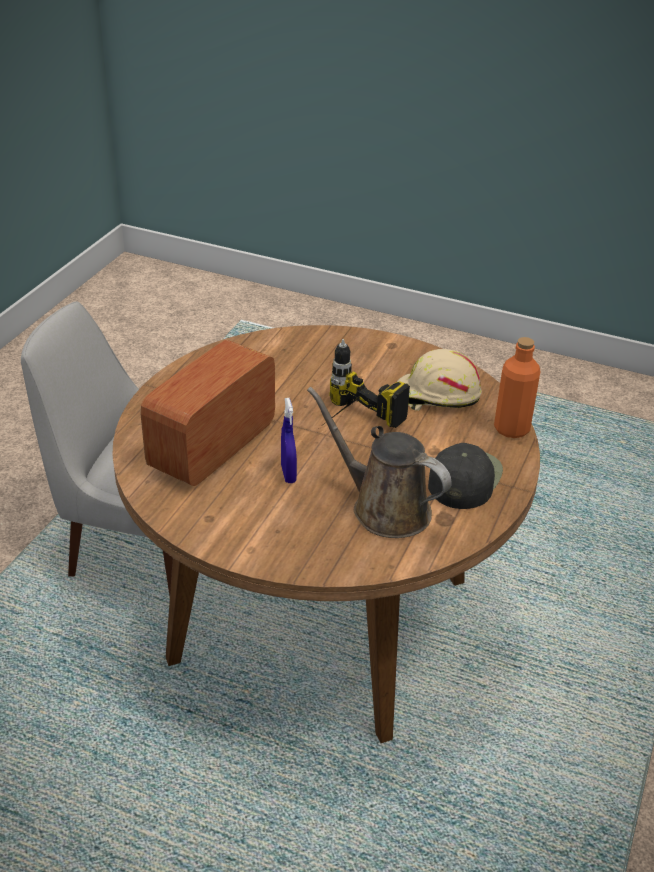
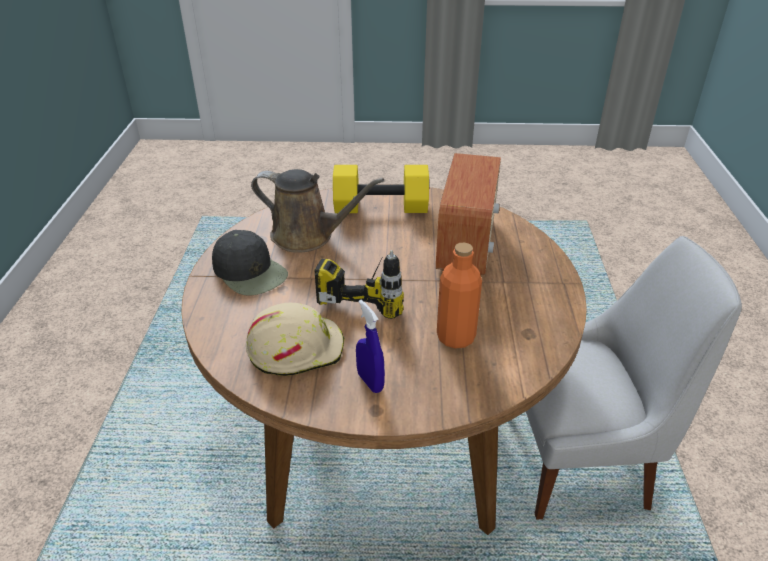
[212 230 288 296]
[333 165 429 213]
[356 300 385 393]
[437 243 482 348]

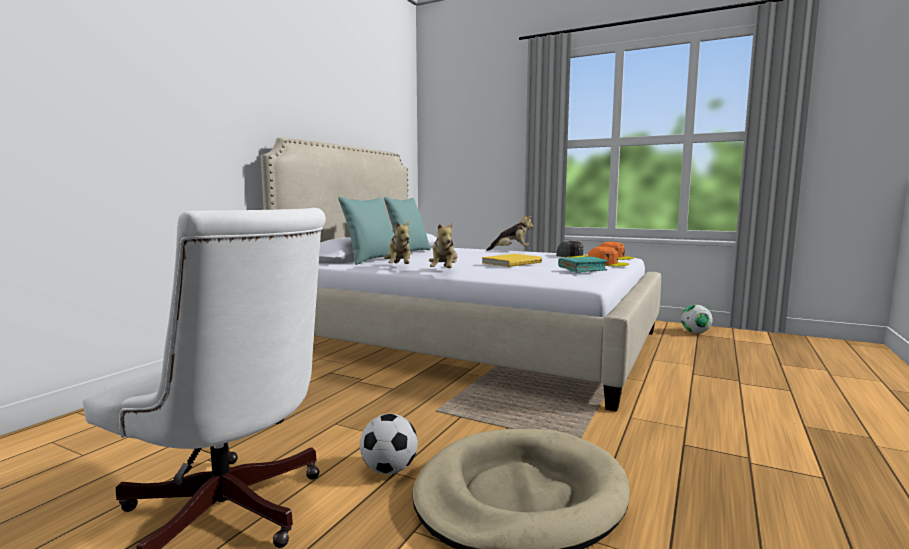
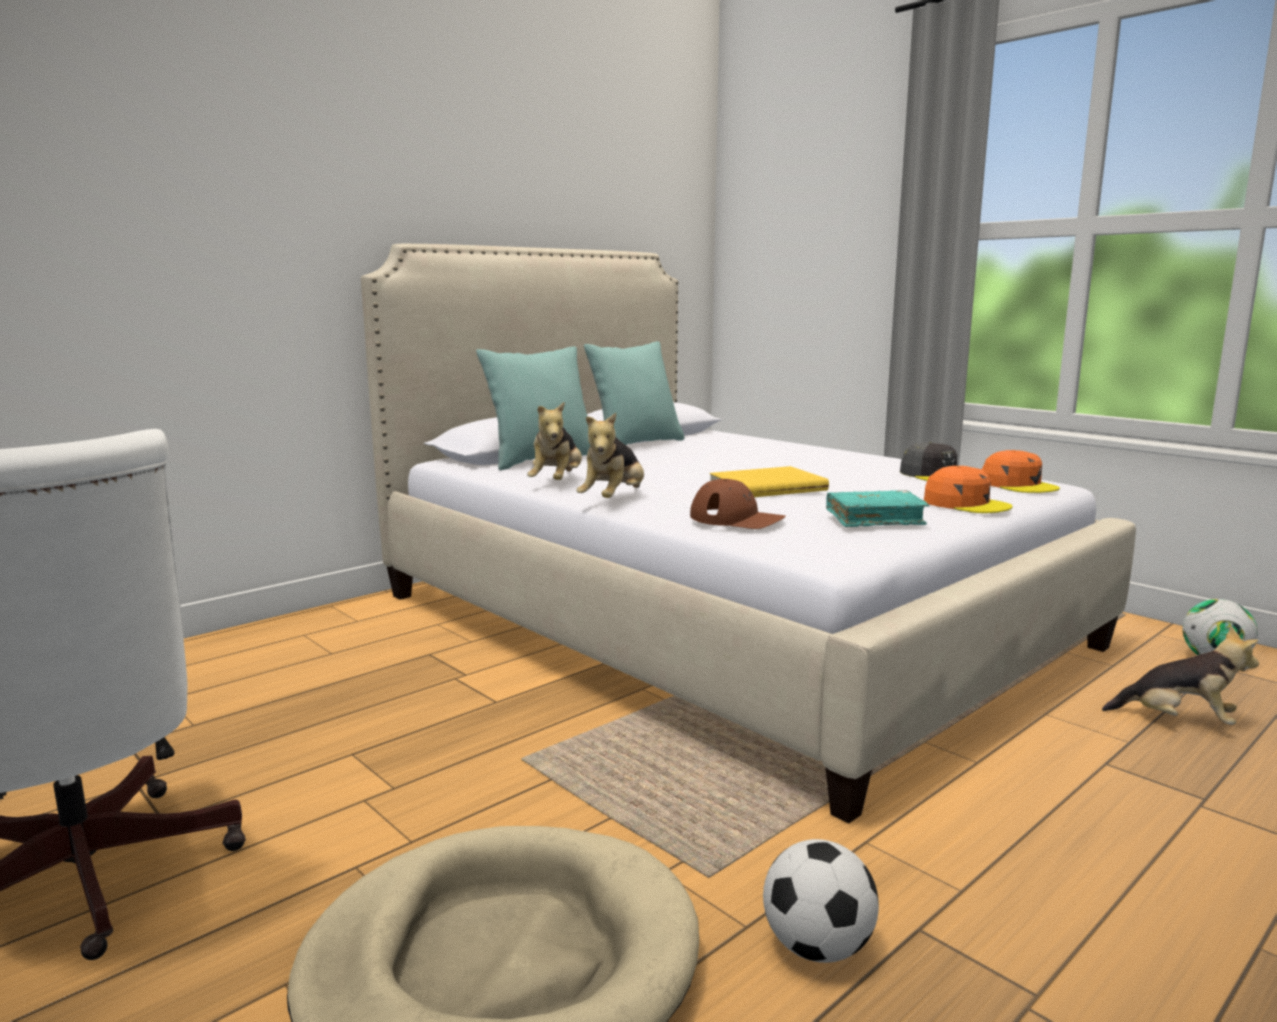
[690 479 786 529]
[763 839 879 963]
[1102 626 1259 725]

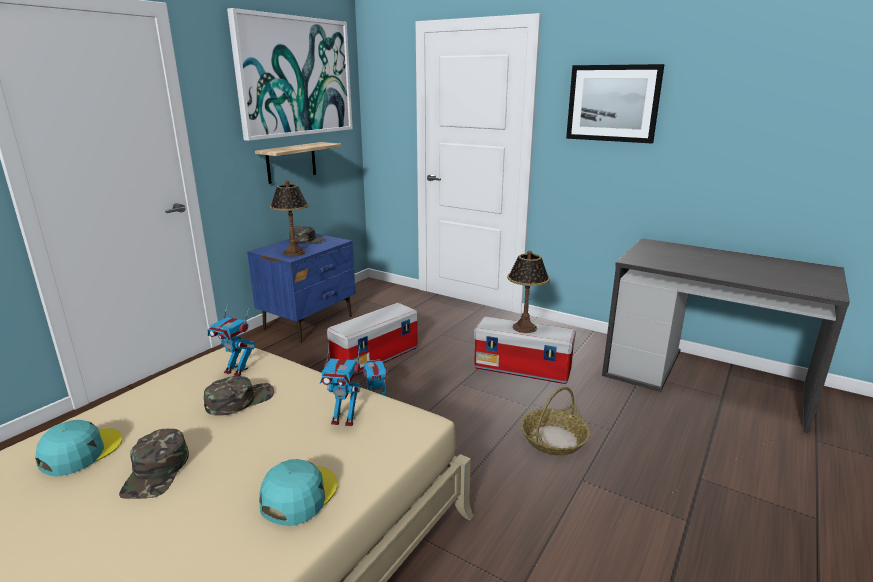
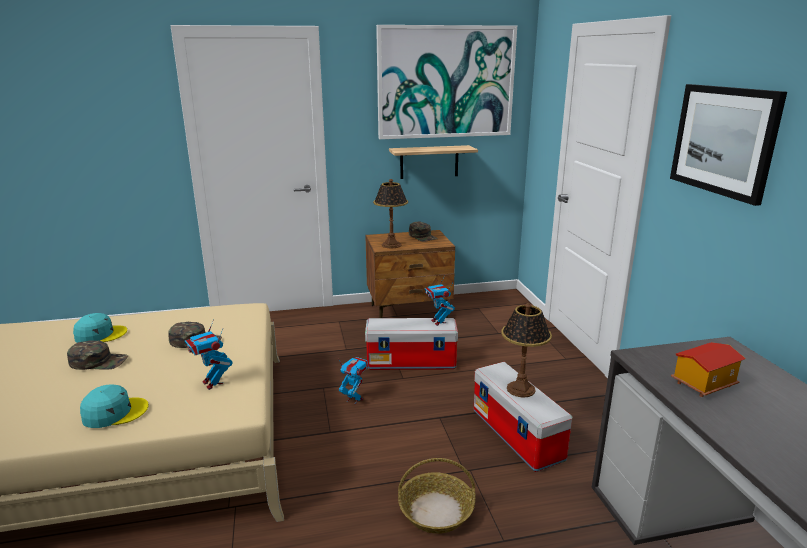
[67 340 128 370]
[365 230 455 318]
[425 277 455 326]
[671 342 746 397]

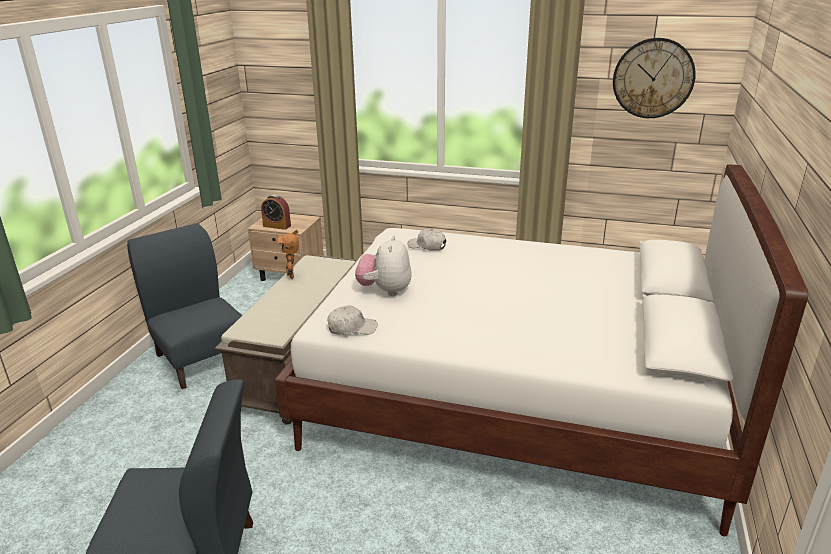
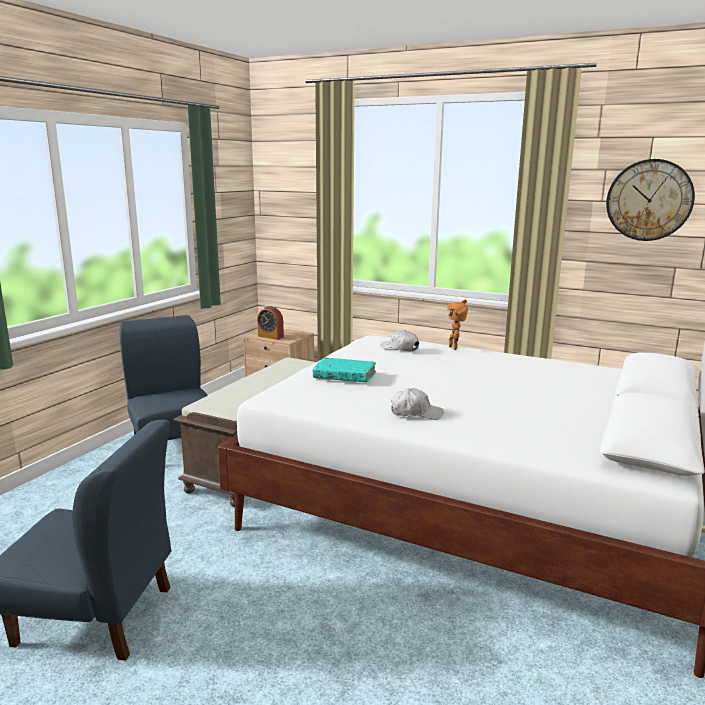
[313 358 376 382]
[391 388 444 420]
[447 299 468 350]

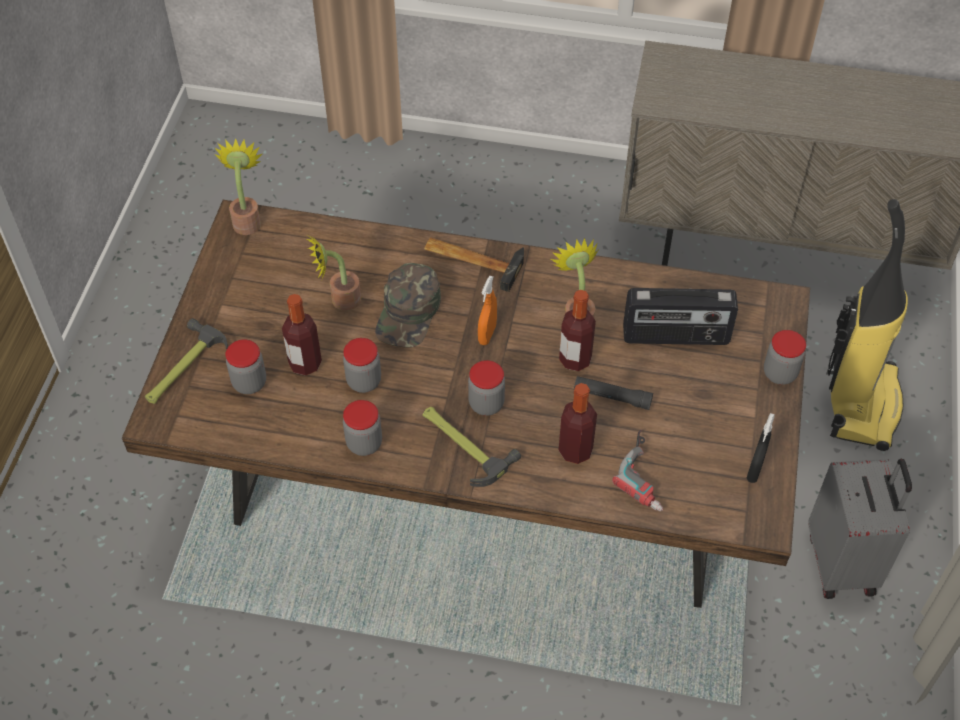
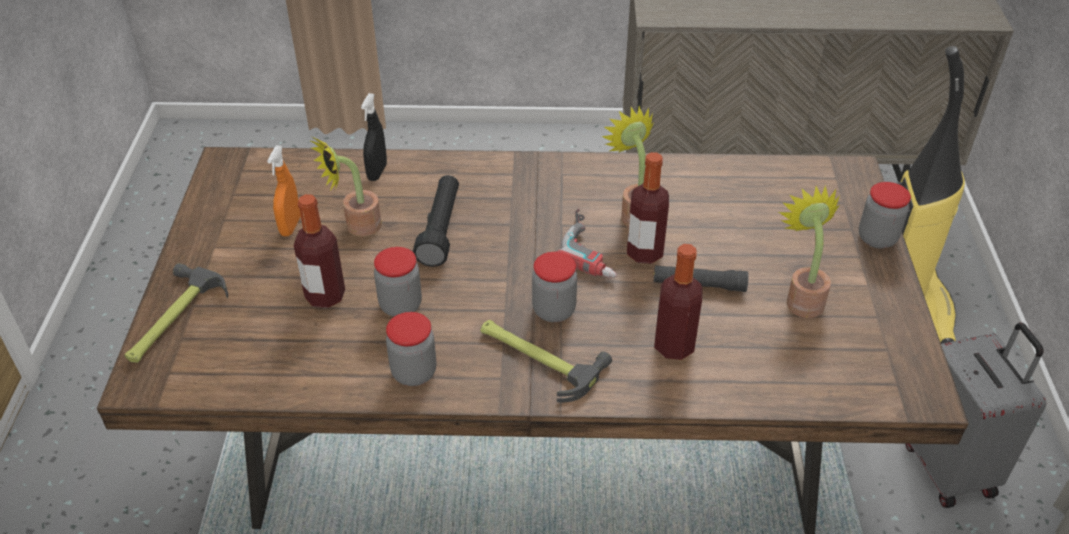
[267 145 301 237]
[361 93 387 181]
[413 175 459 267]
[557 209 617 278]
[779 185 840 318]
[226 339 266 394] (first image)
[424 237 524 292] (first image)
[623 288 738 345] (first image)

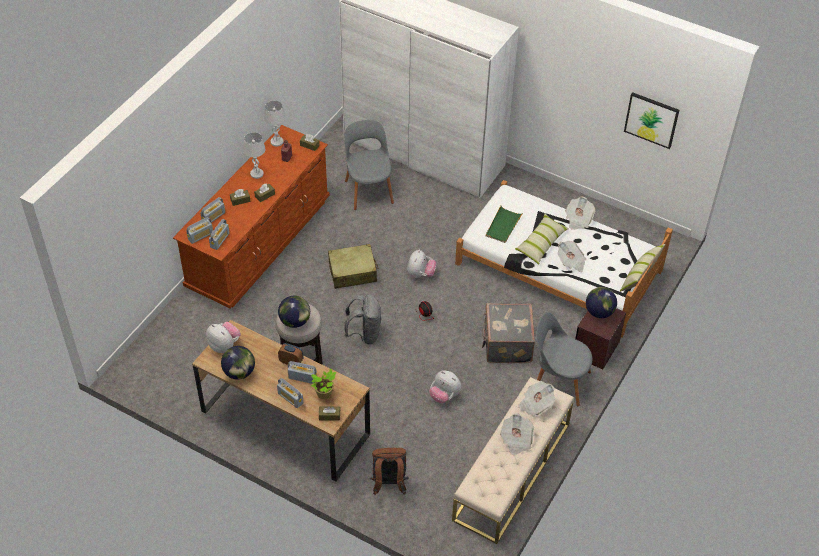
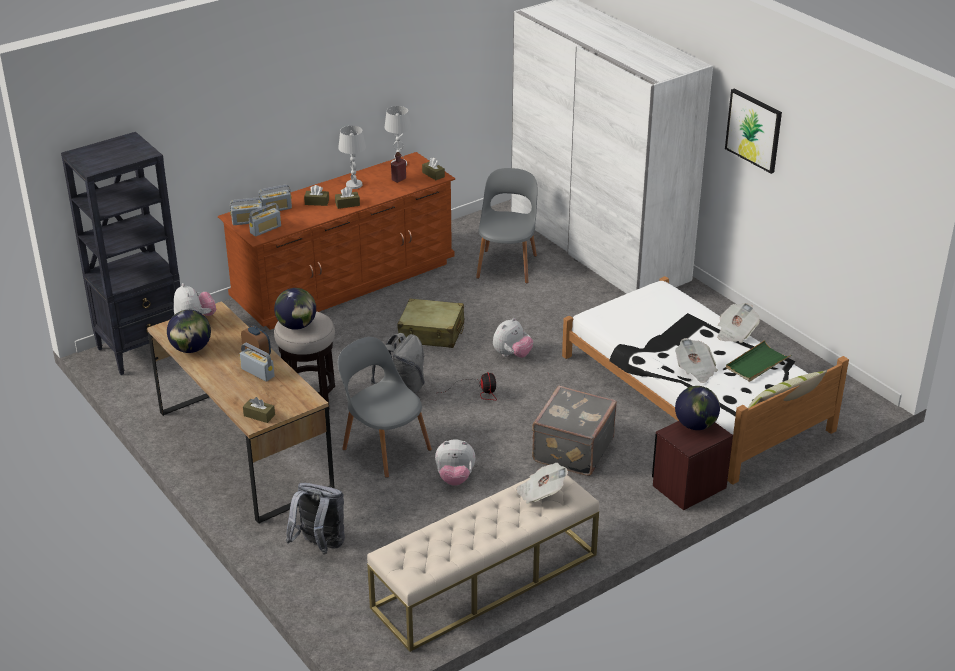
[61 132 180 375]
[286 483 345 555]
[338 337 432 478]
[435 439 476 486]
[725 89 782 174]
[726 340 791 382]
[277 378 303 408] (first image)
[311 368 337 399] (first image)
[500 414 534 455] (first image)
[515 214 569 264] (first image)

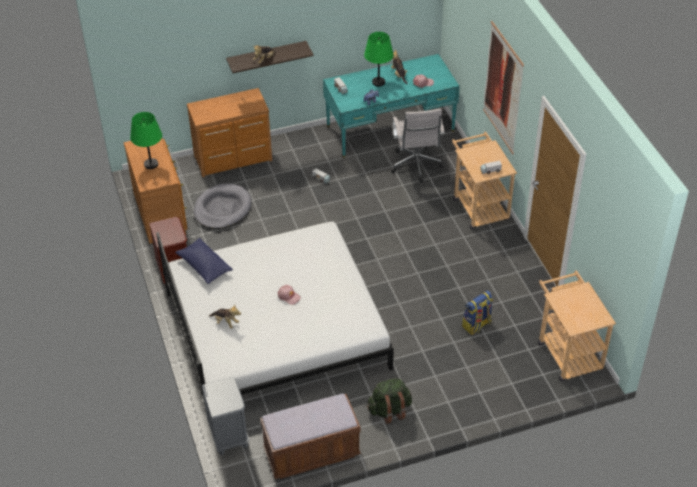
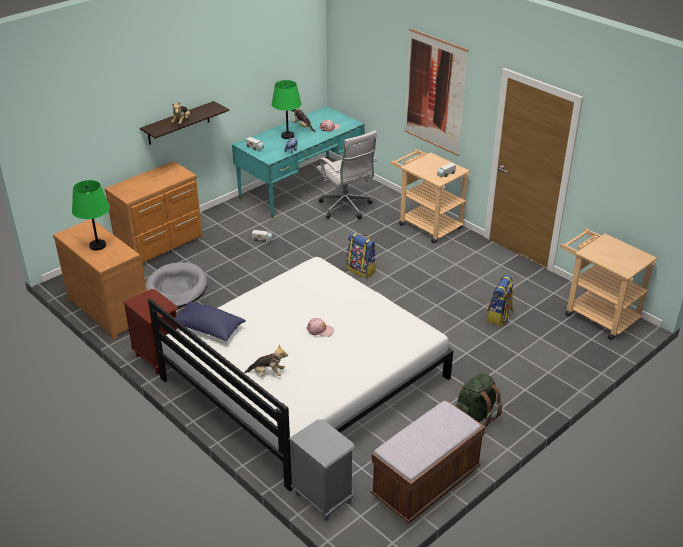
[346 232 376 278]

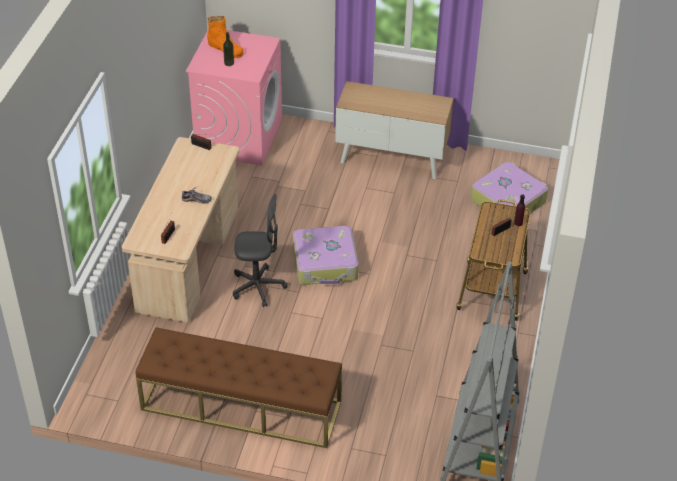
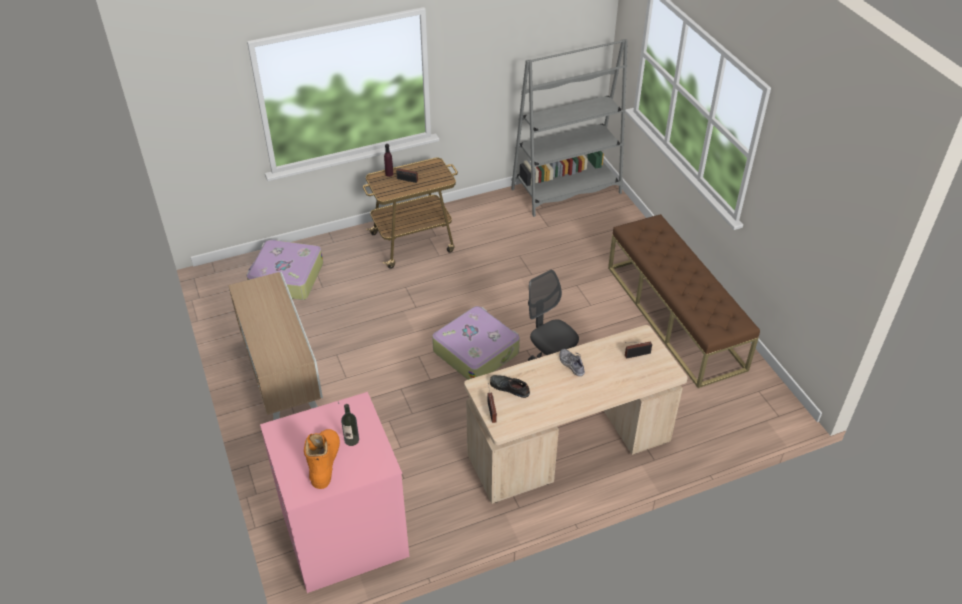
[490 375 530 398]

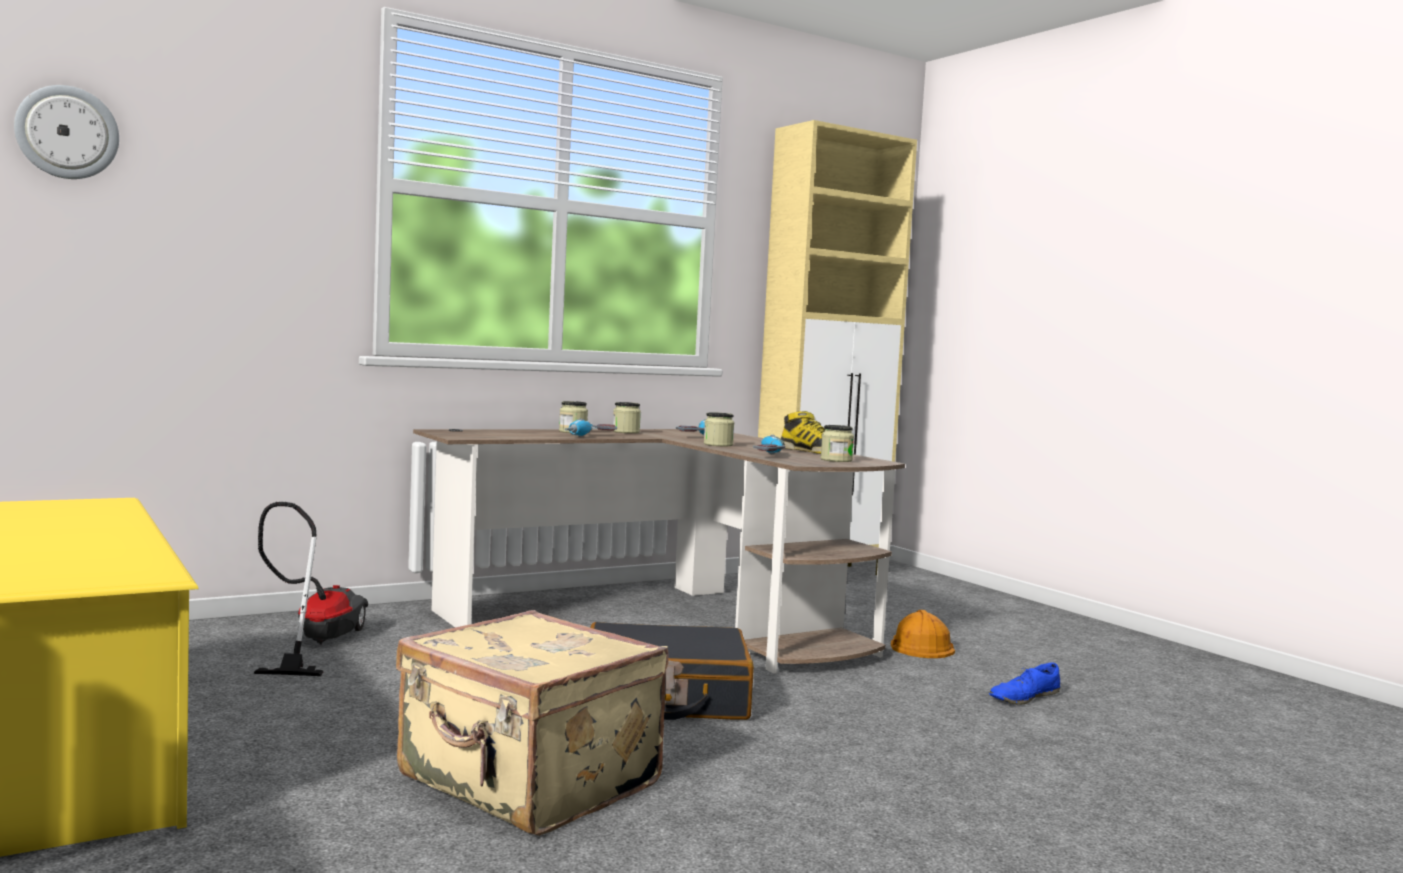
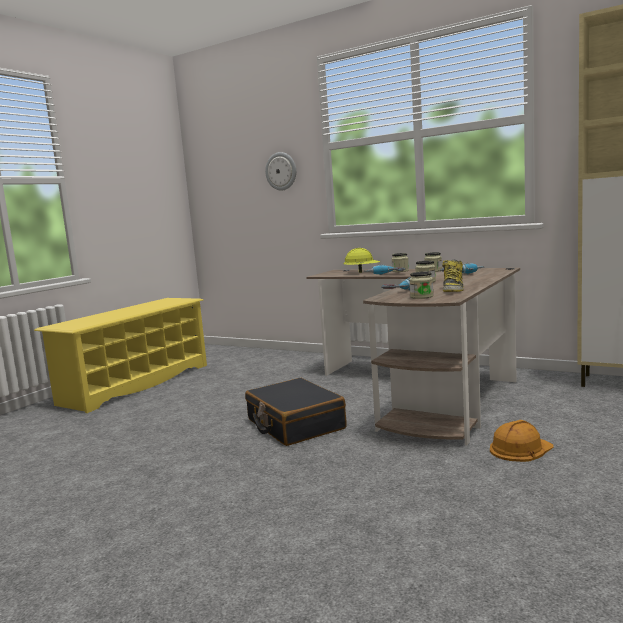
[265 152 296 191]
[343 248 380 273]
[253 502 368 676] (first image)
[396 610 669 836] (first image)
[989 662 1060 705] (first image)

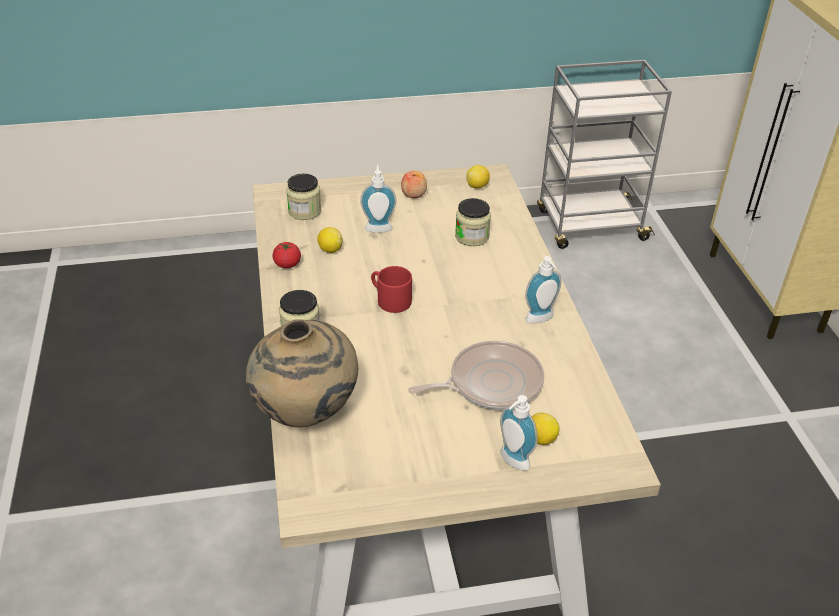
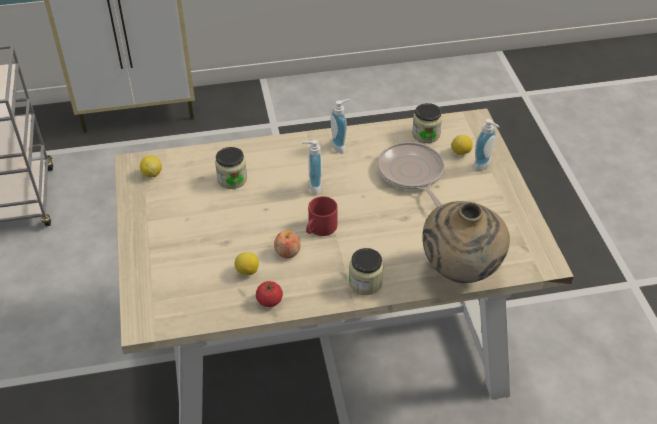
[274 231 301 258]
[302 140 322 195]
[412 103 442 143]

